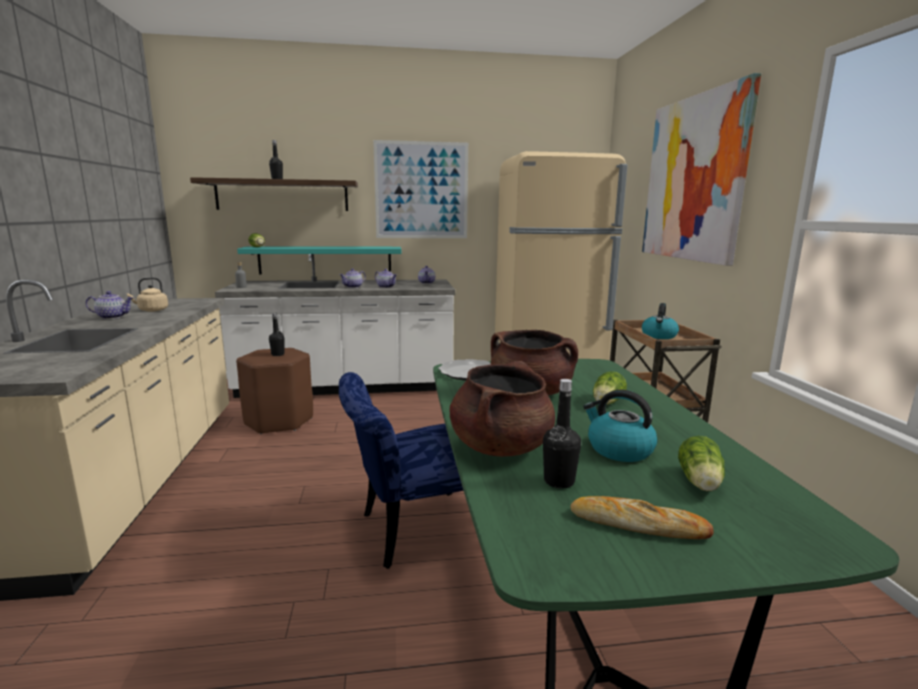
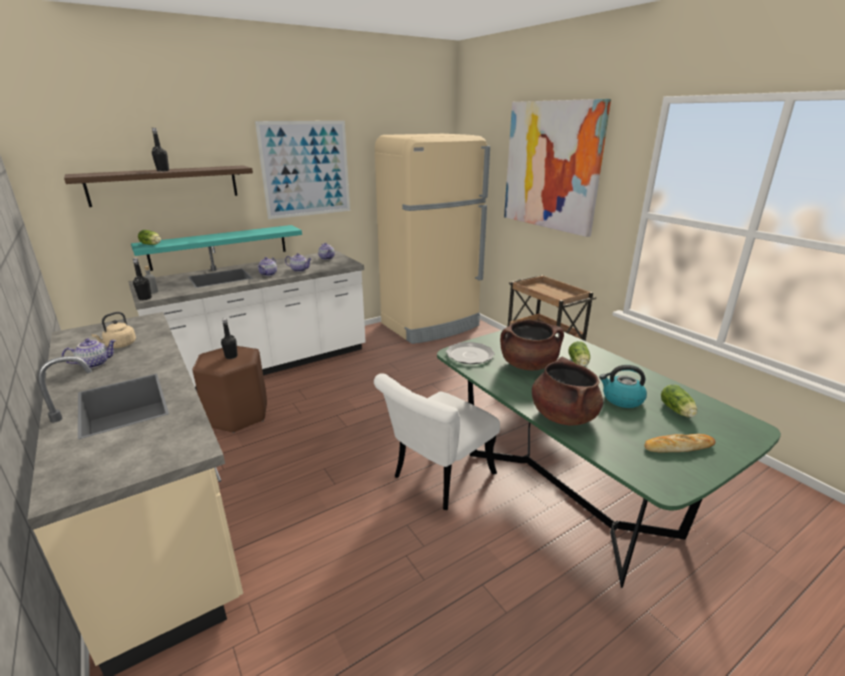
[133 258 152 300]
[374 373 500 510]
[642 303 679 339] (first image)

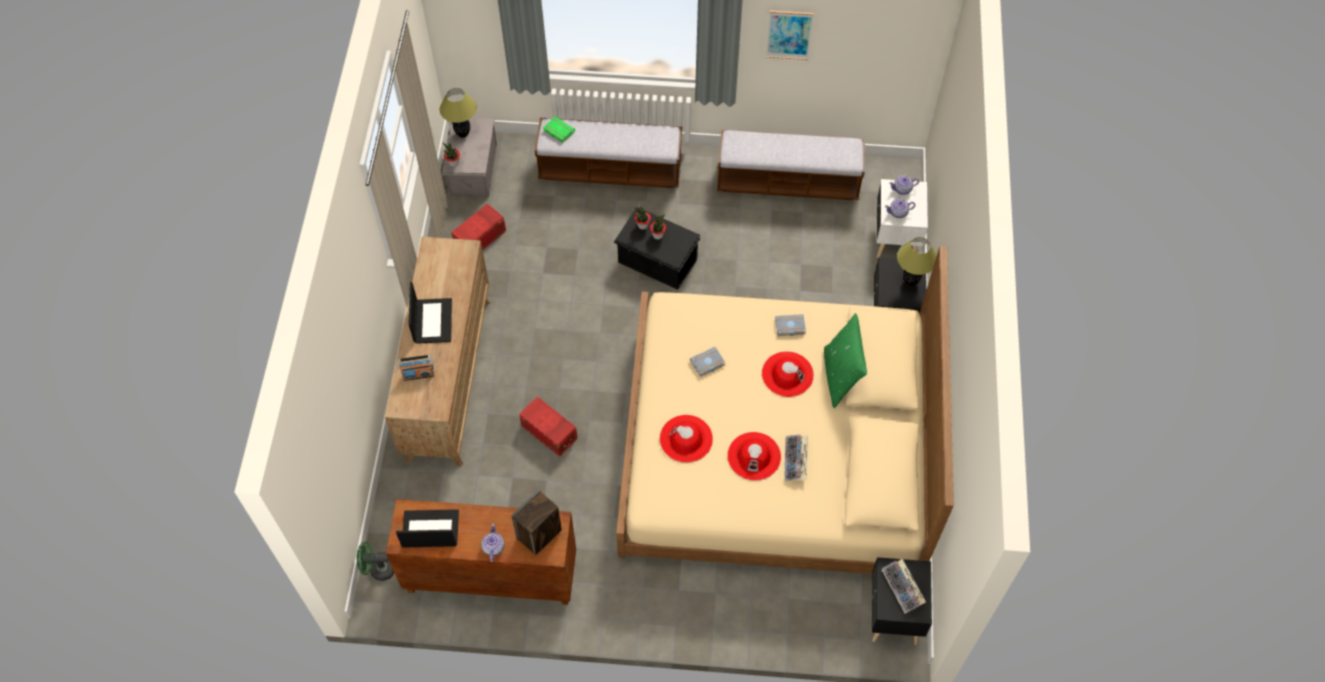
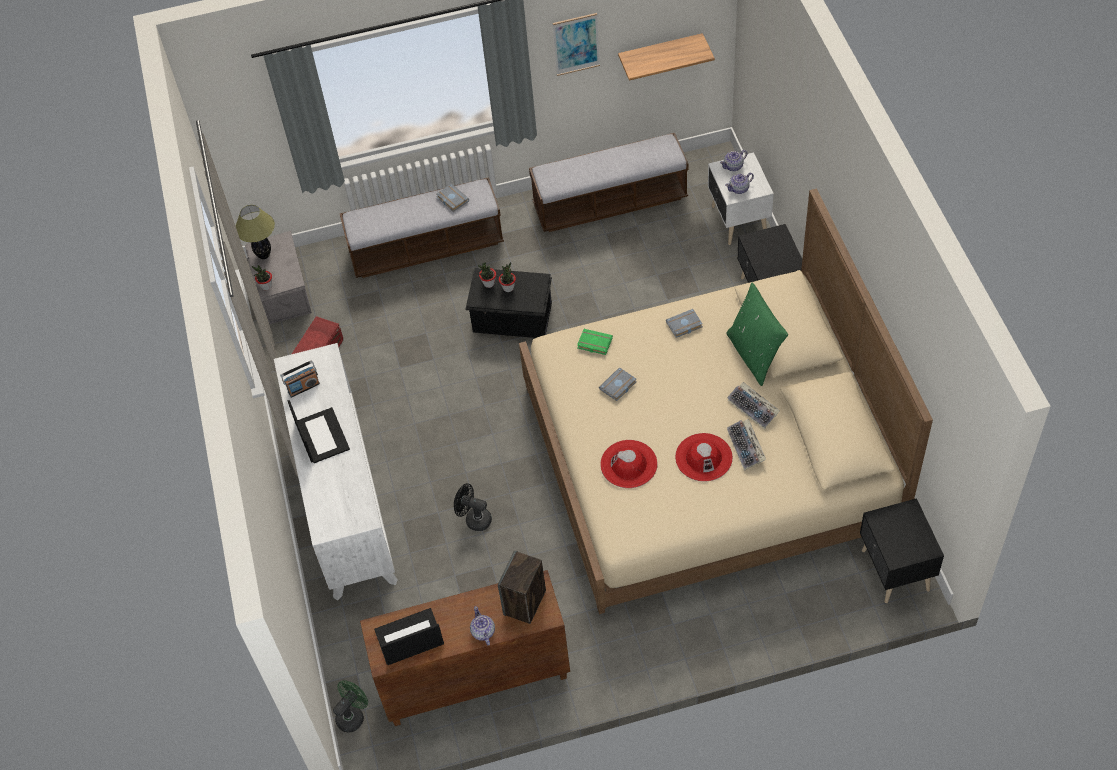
[274 343 398 601]
[280 360 320 398]
[333 680 368 733]
[436 184 469 212]
[454 483 492 531]
[577 329 613 355]
[618 33 715 81]
[727 382 780 429]
[762 351 814 397] (first image)
[897 237 937 286] (first image)

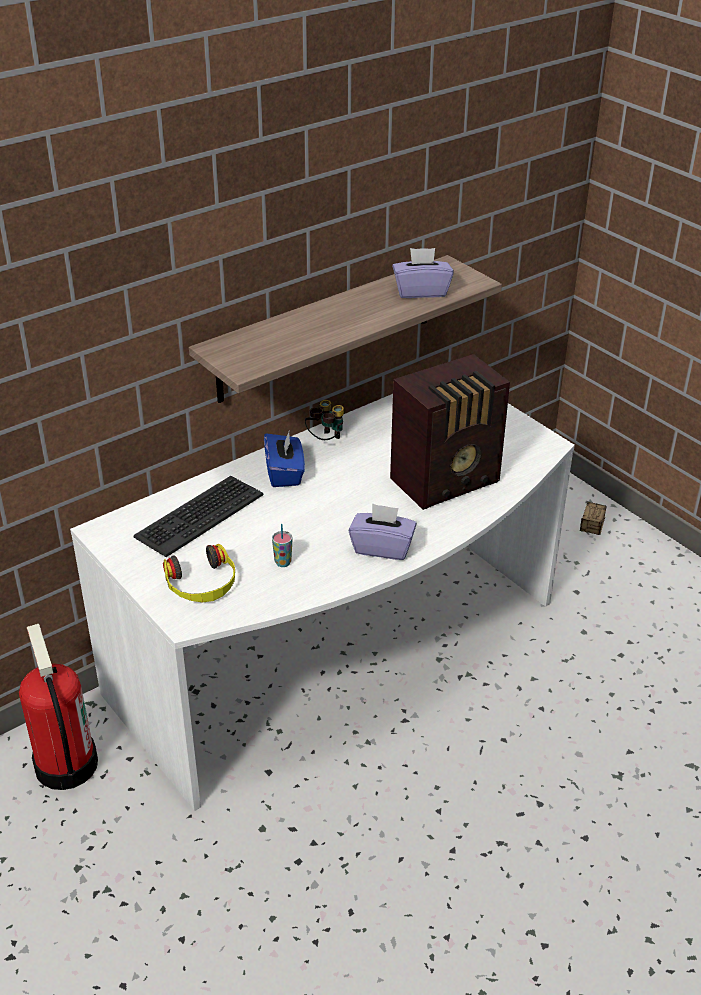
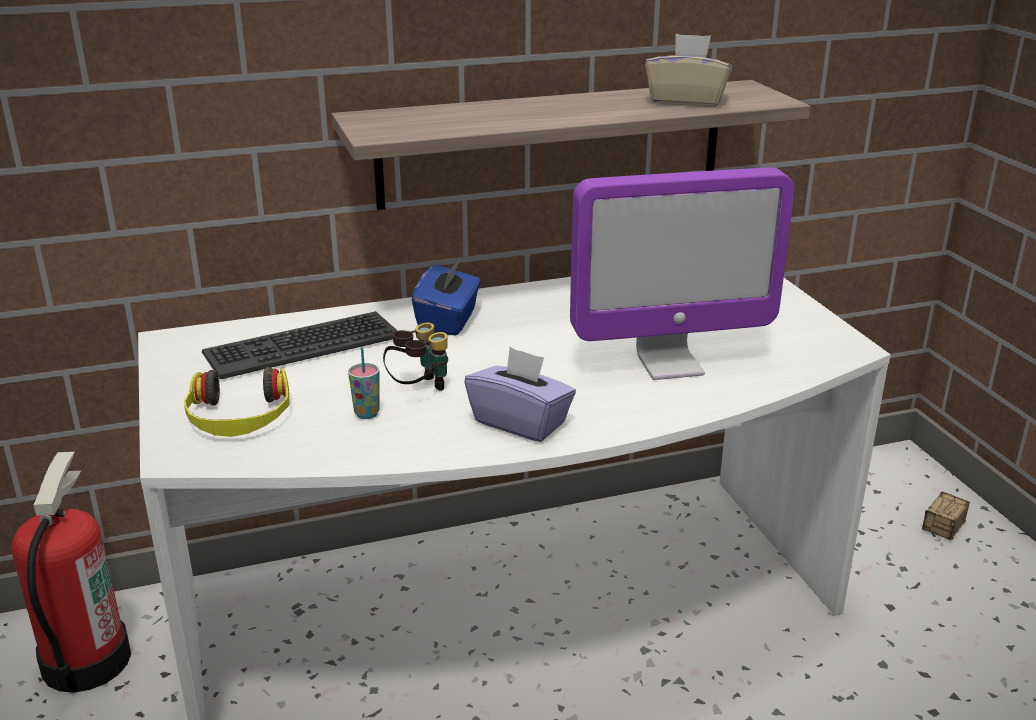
[383 323 448 391]
[570 167 794 380]
[645 34 732 107]

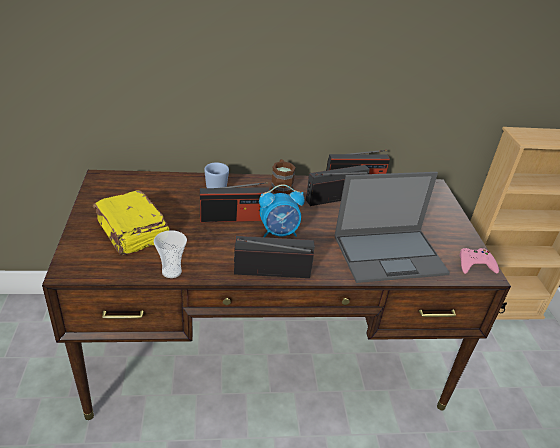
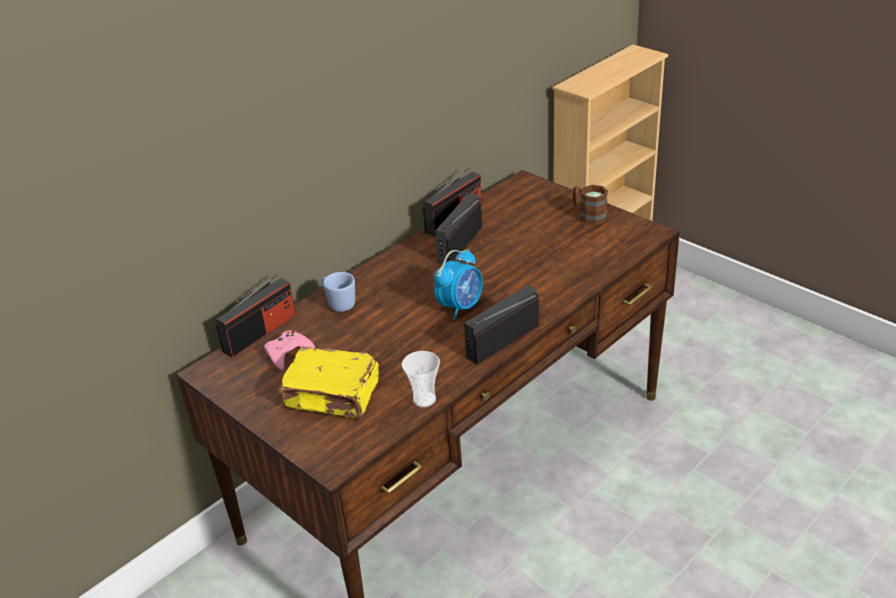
[216 273 296 358]
[264 330 315 370]
[572 185 608 225]
[334 172 450 283] (first image)

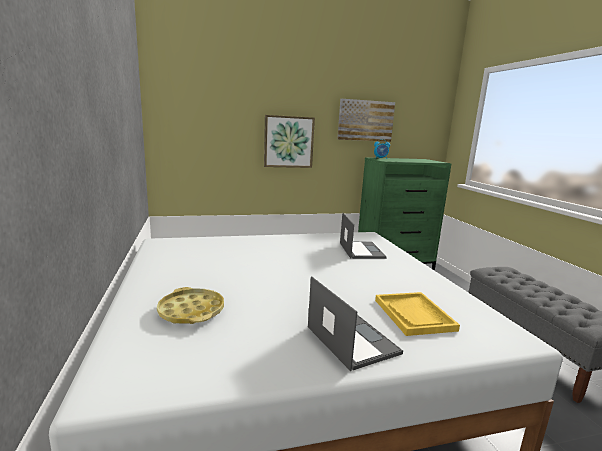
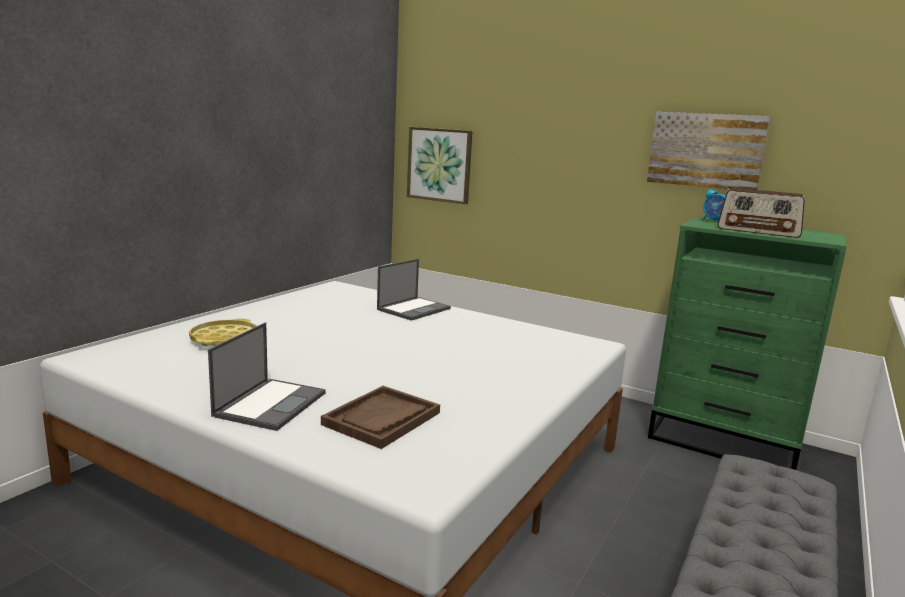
[321 386 440 449]
[377 259 451 321]
[407 127 473 204]
[717 188 805 238]

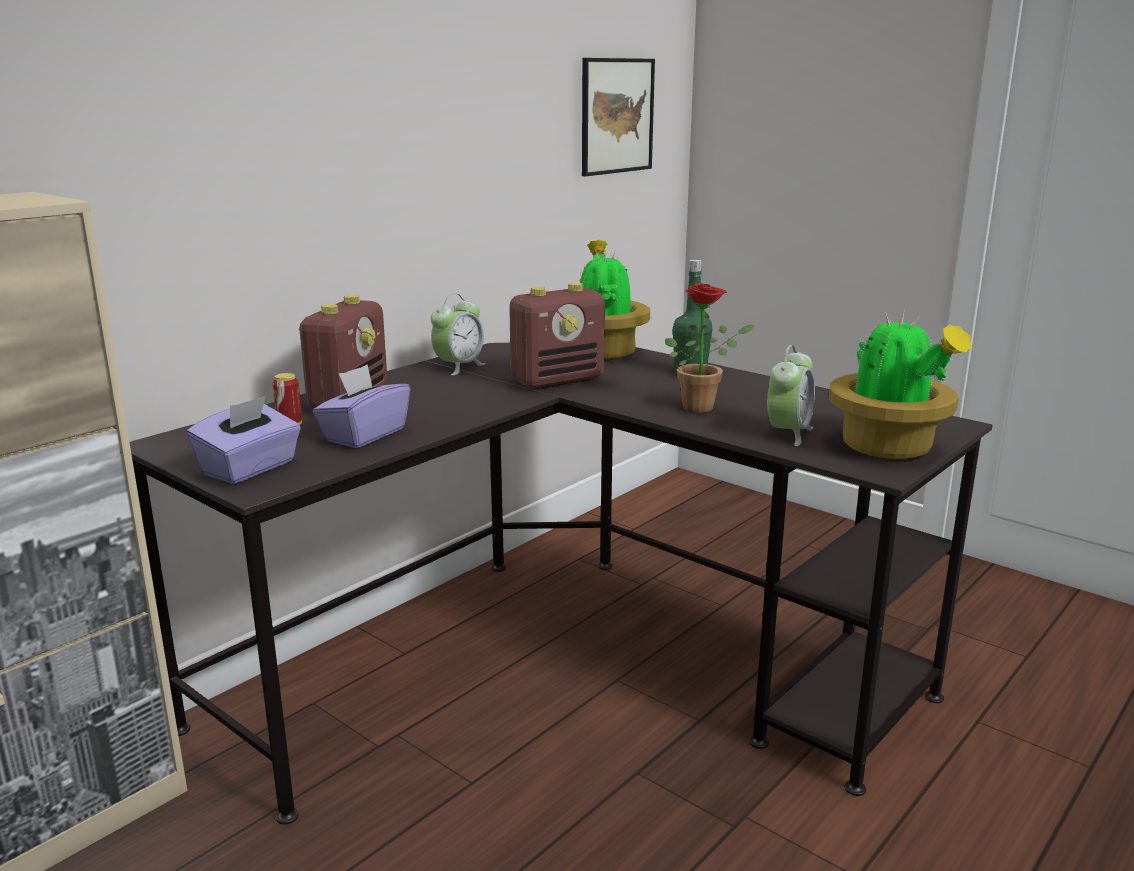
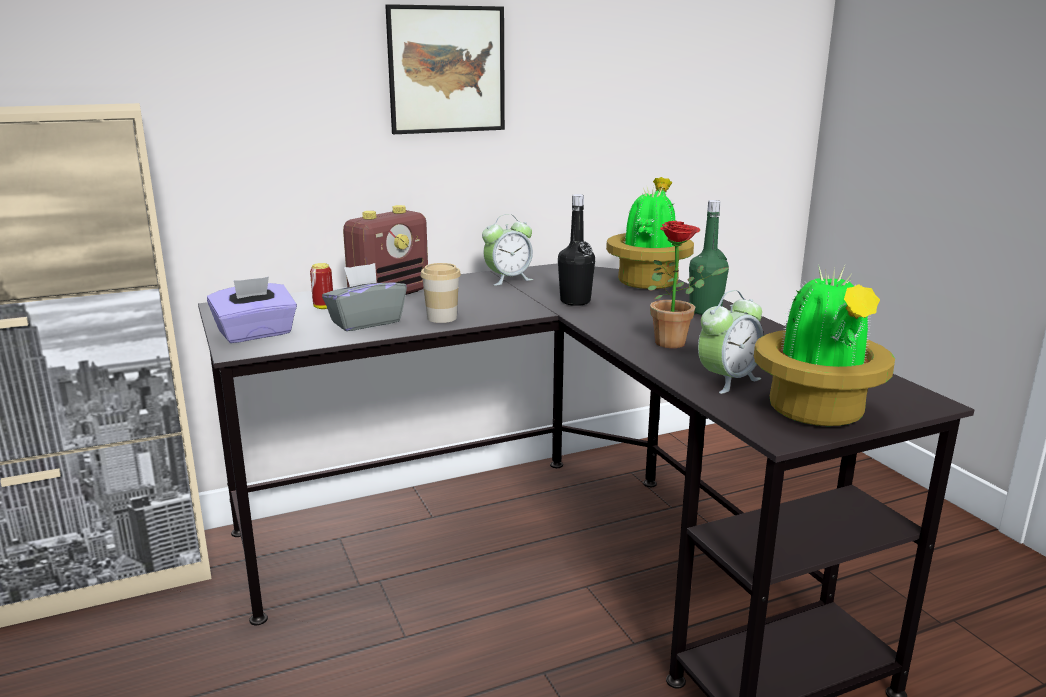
[322 263 407 331]
[385 4 505 134]
[420 263 461 323]
[558 194 595 306]

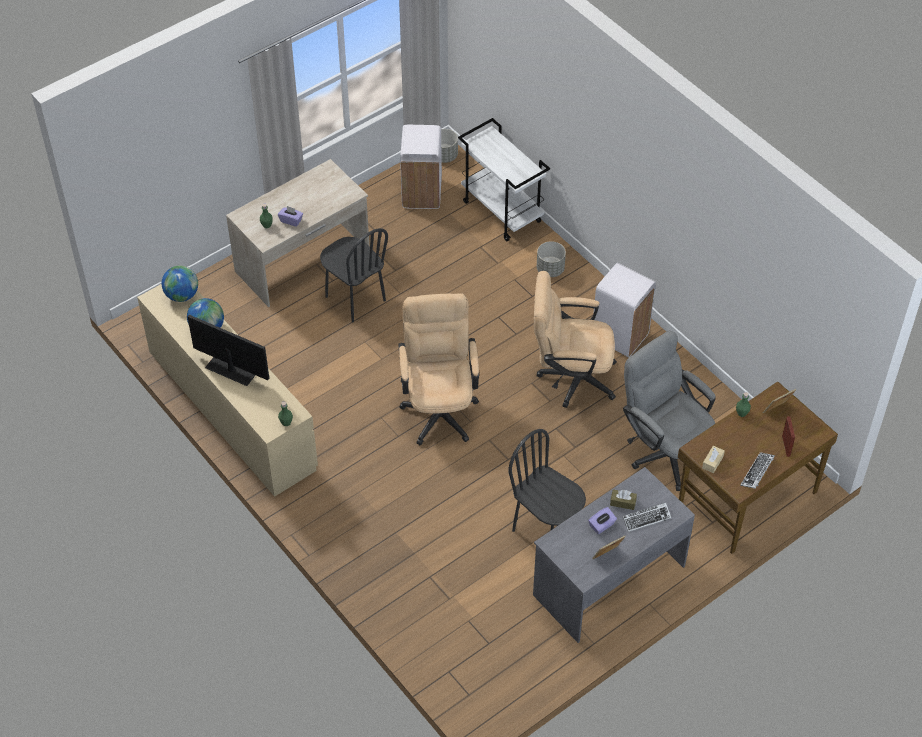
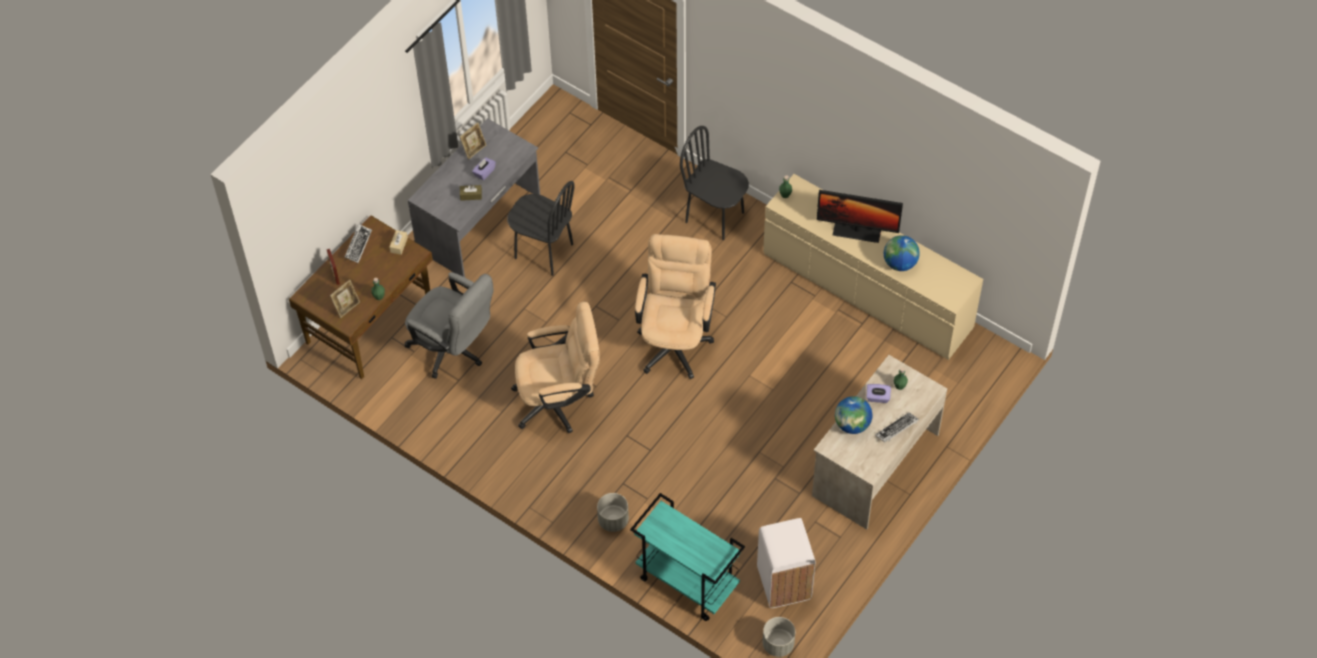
[630 493 745 621]
[635 234 716 379]
[680 126 749 240]
[835 396 872 434]
[875 412 919 442]
[594 263 656 357] (first image)

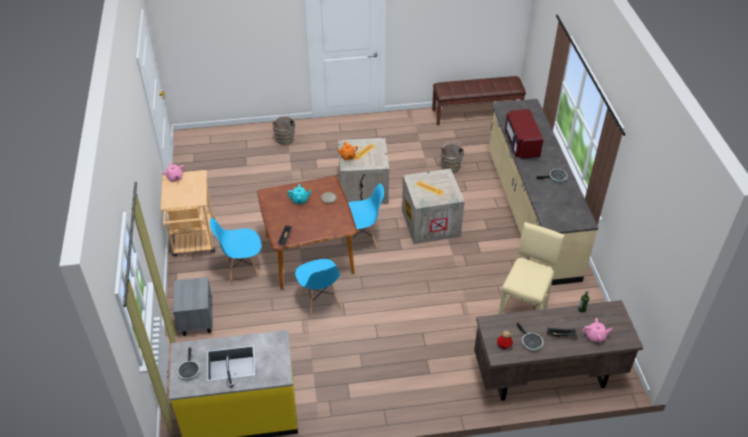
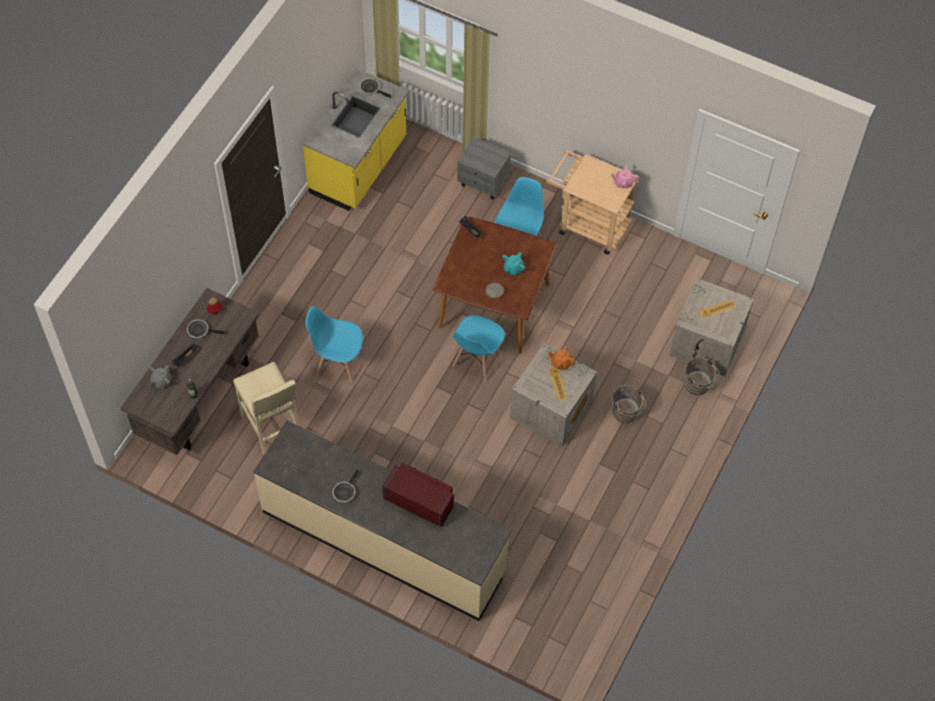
[149 365 172 389]
[306 306 363 382]
[612 384 646 423]
[669 278 754 376]
[432 76 526 125] (first image)

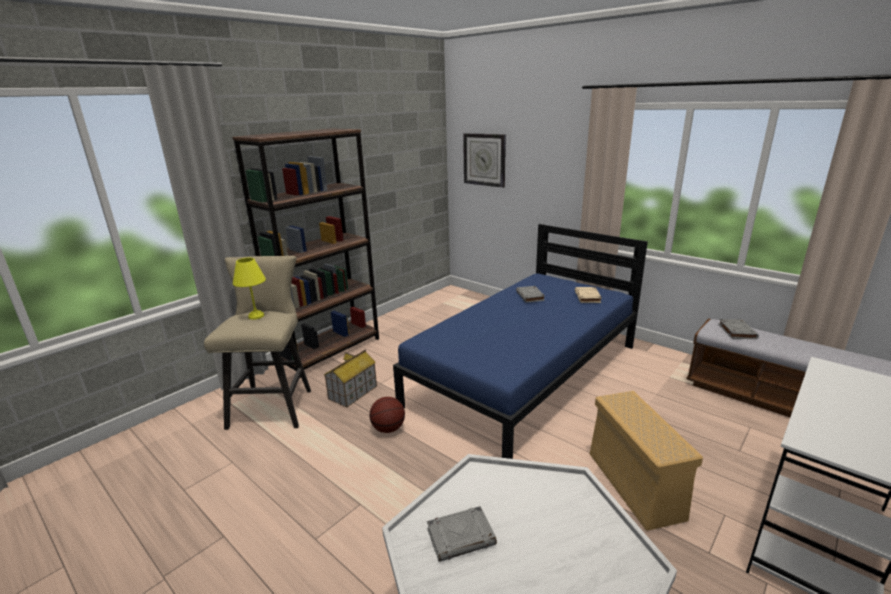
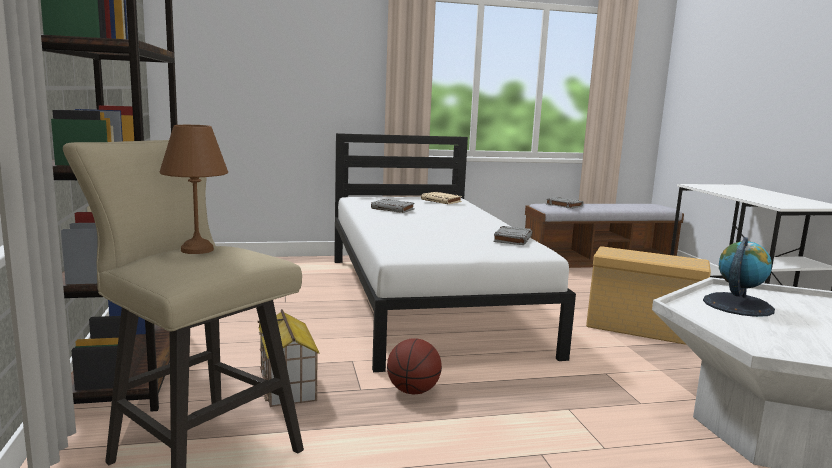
[160 125 228 254]
[334 133 576 372]
[493 226 532 245]
[703 237 775 317]
[463 133 506 188] (first image)

